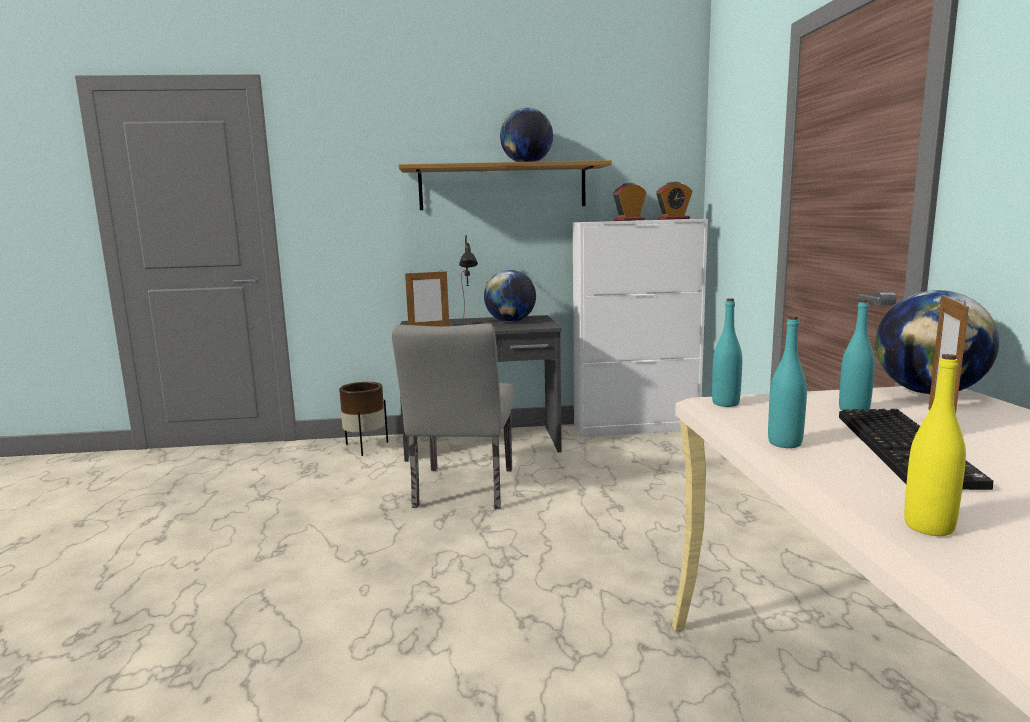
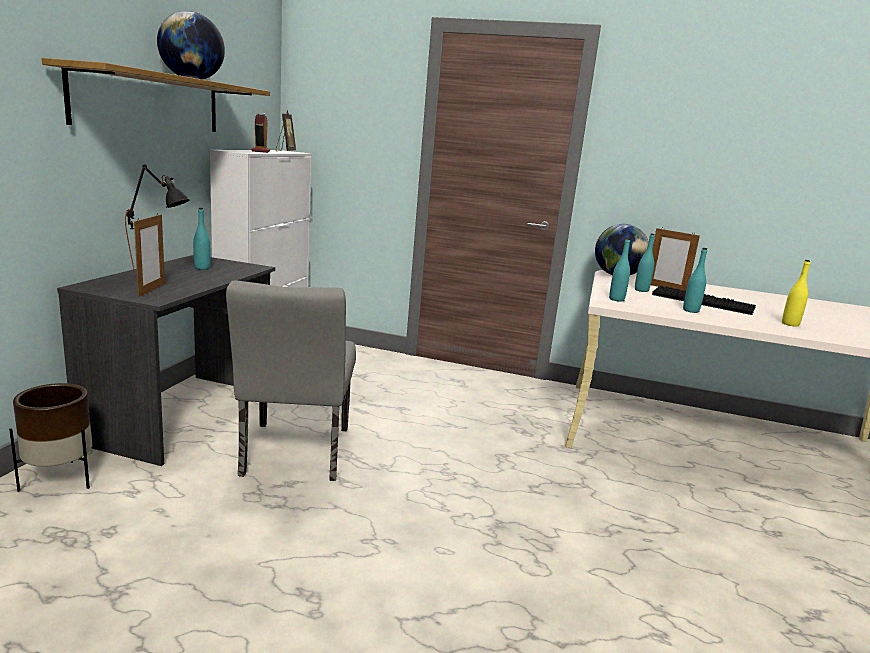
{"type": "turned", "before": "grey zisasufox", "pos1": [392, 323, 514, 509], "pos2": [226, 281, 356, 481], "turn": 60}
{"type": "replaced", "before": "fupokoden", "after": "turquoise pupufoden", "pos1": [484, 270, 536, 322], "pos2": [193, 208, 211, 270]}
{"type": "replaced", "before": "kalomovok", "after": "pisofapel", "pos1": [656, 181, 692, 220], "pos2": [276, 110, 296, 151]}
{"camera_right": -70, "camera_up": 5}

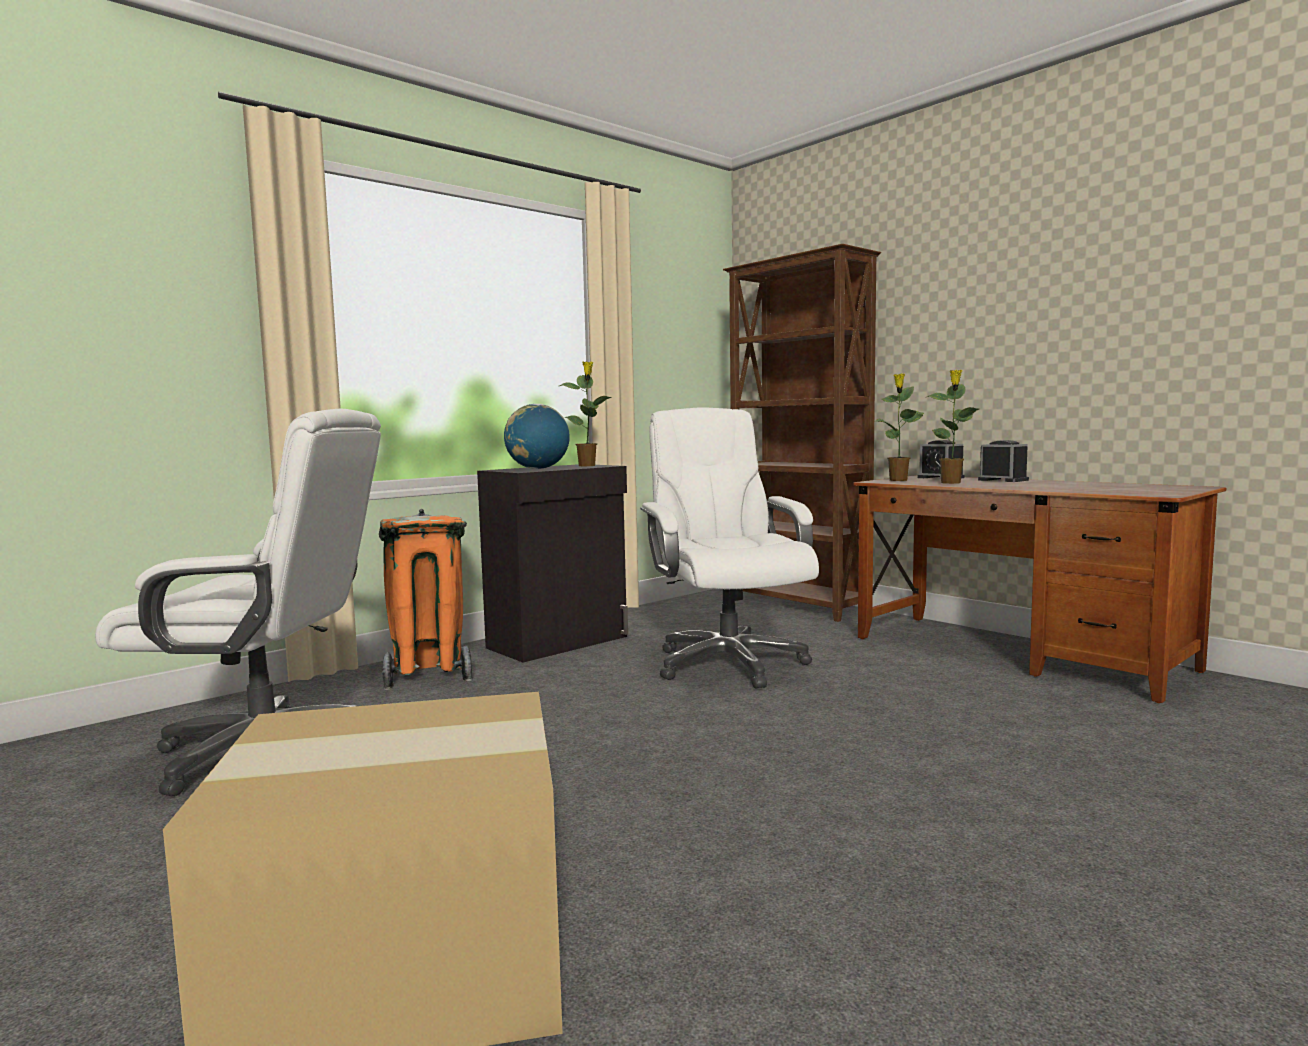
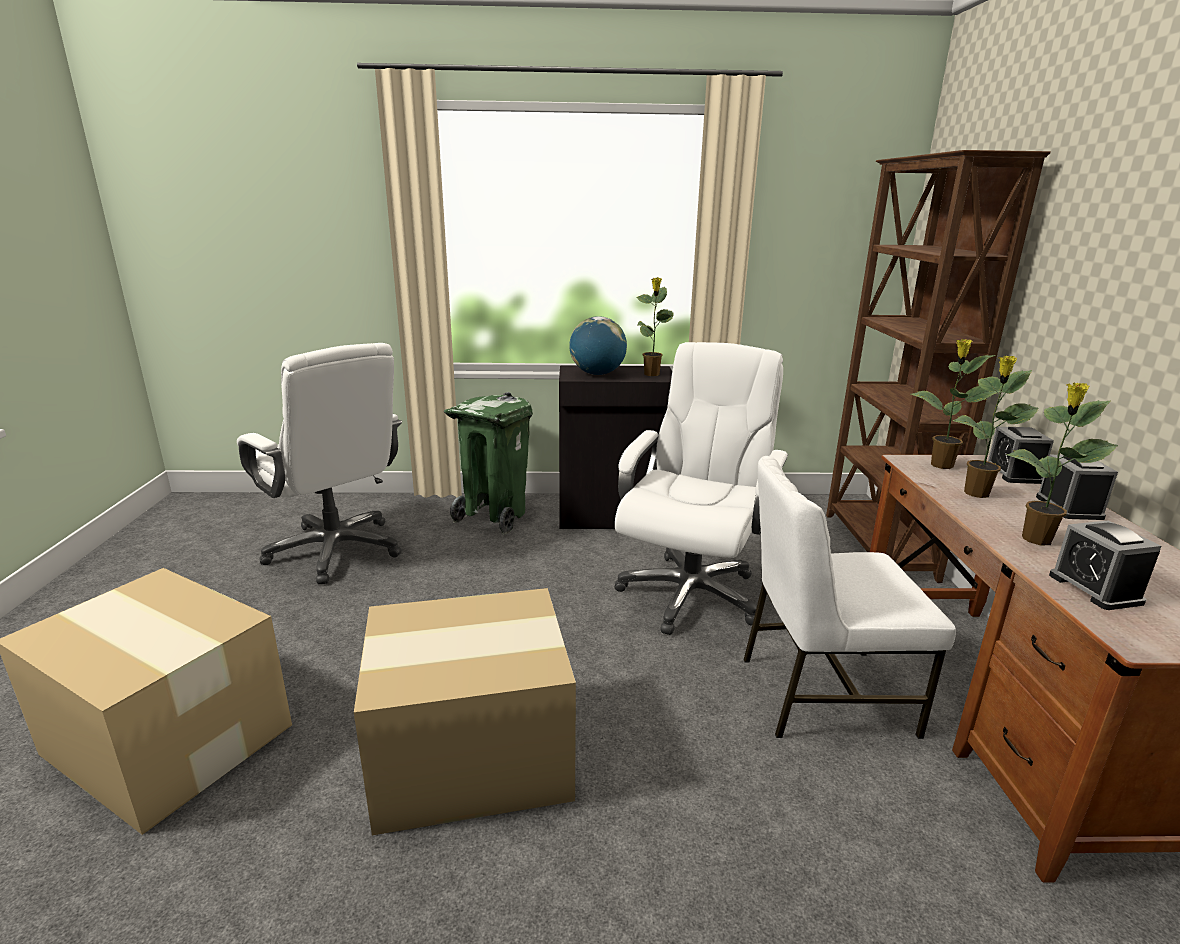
{"type": "recoloured", "before": "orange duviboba", "after": "green duviboba", "pos1": [379, 509, 473, 690], "pos2": [444, 392, 533, 534]}
{"type": "added", "after": "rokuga", "pos2": [354, 588, 576, 835]}
{"type": "added", "after": "white zisasufox", "pos2": [743, 456, 956, 739]}
{"type": "added", "after": "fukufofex", "pos2": [1006, 382, 1118, 545]}
{"type": "added", "after": "kalomovok", "pos2": [1049, 520, 1161, 610]}
{"camera_right": 40, "camera_up": 15}

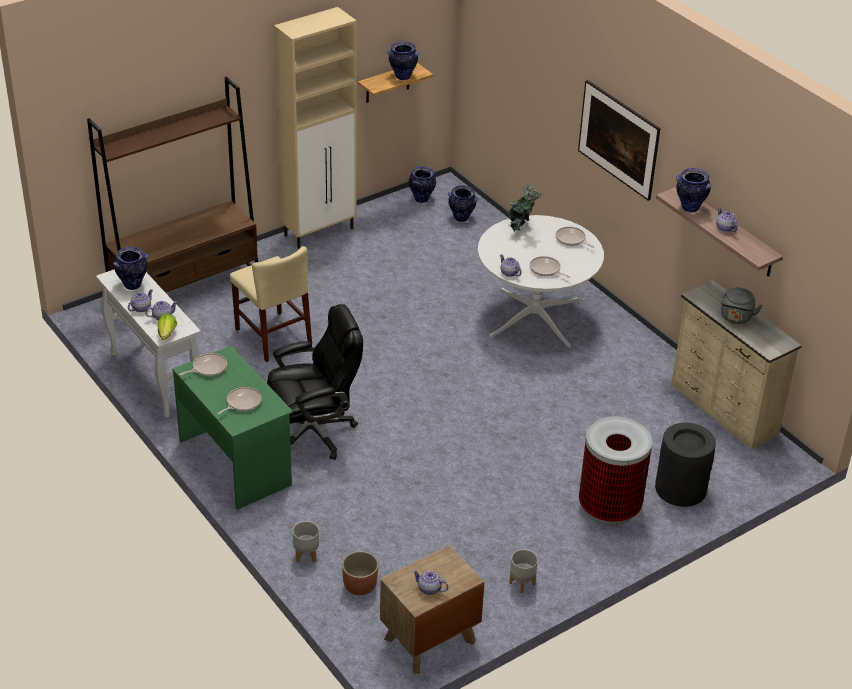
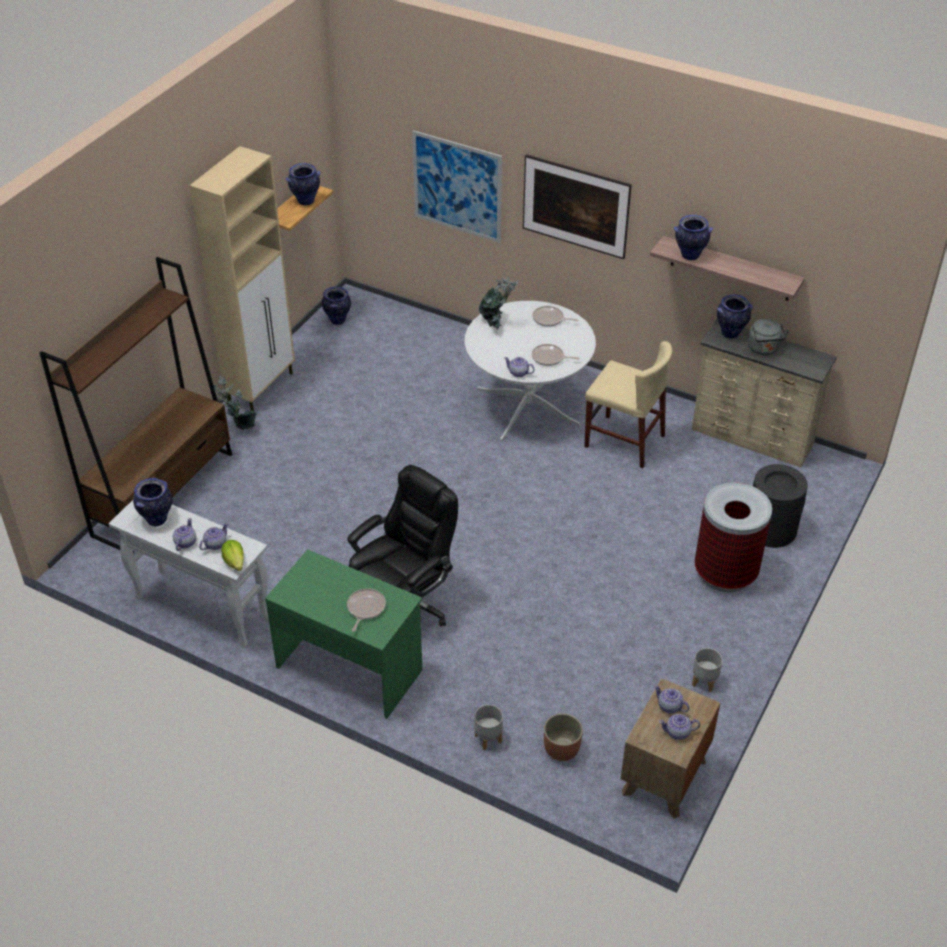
{"type": "removed", "before": "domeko", "pos1": [179, 353, 227, 376]}
{"type": "moved", "before": "beige zisasufox", "pos1": [230, 246, 312, 362], "pos2": [584, 341, 672, 468]}
{"type": "moved", "before": "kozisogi", "pos1": [448, 185, 478, 222], "pos2": [717, 294, 753, 339]}
{"type": "moved", "before": "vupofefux", "pos1": [716, 207, 738, 232], "pos2": [654, 685, 690, 714]}
{"type": "added", "after": "fukufofex", "pos2": [213, 376, 257, 430]}
{"type": "added", "after": "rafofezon", "pos2": [412, 130, 502, 243]}
{"camera_right": -25, "camera_up": 5}

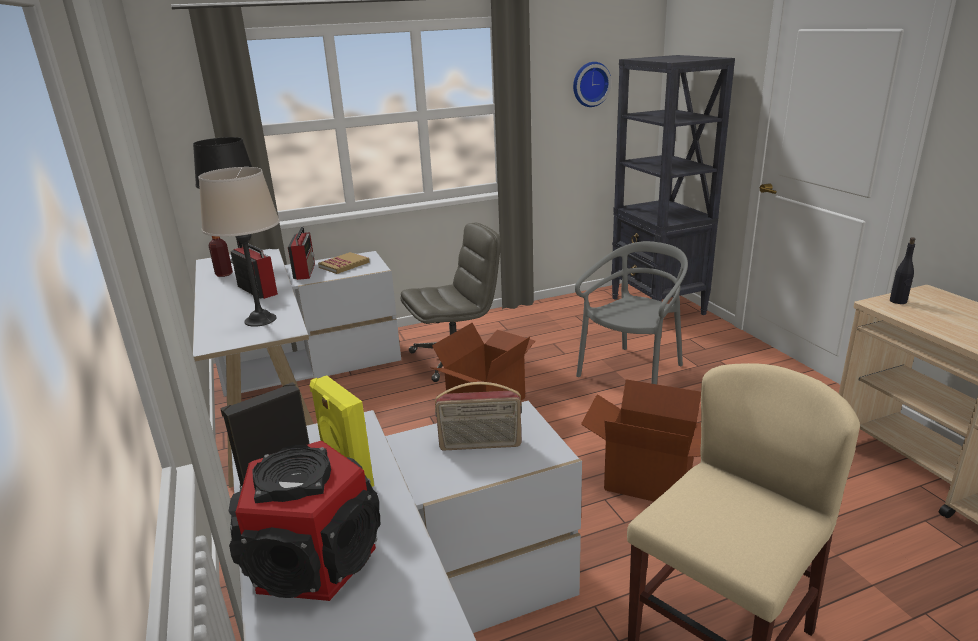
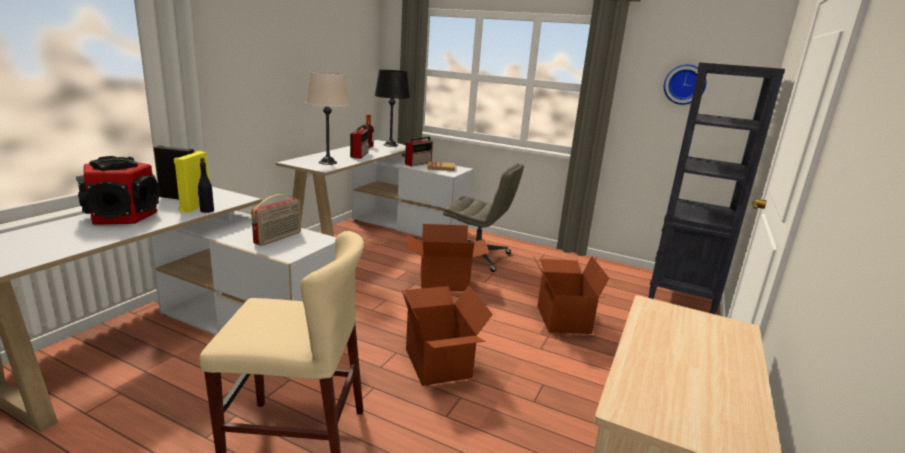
{"type": "turned", "before": "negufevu", "pos1": [435, 382, 522, 450], "pos2": [251, 194, 301, 246], "turn": -105}
{"type": "replaced", "before": "grey zisasufox", "after": "rokuga", "pos1": [575, 241, 688, 384], "pos2": [533, 256, 609, 334]}
{"type": "moved", "before": "black pupufoden", "pos1": [890, 237, 916, 304], "pos2": [198, 158, 214, 213]}
{"camera_right": 45, "camera_up": -5}

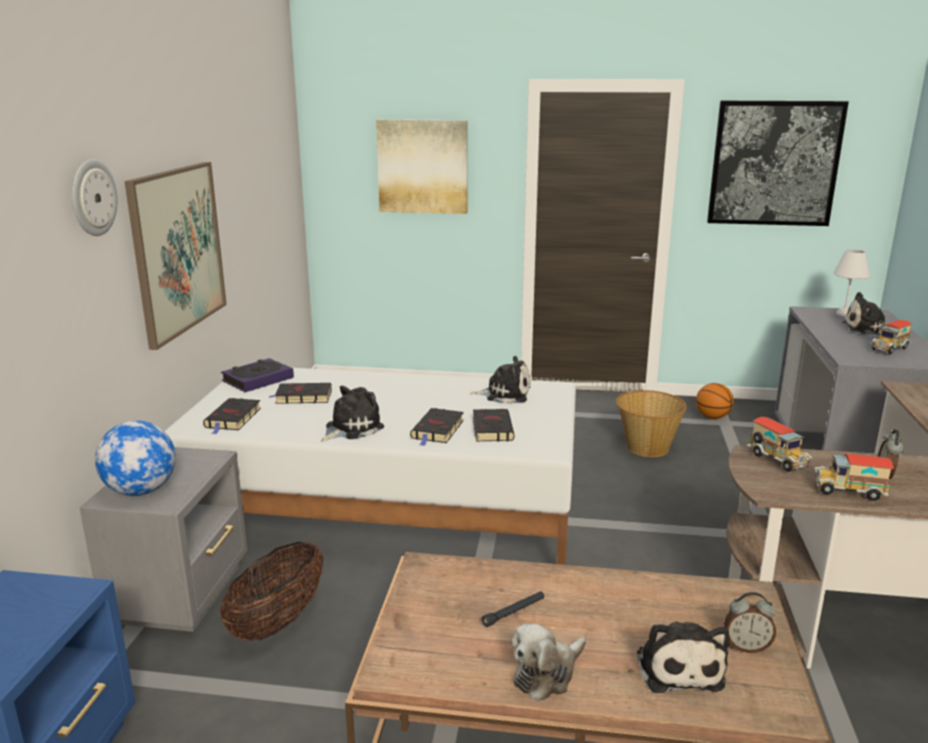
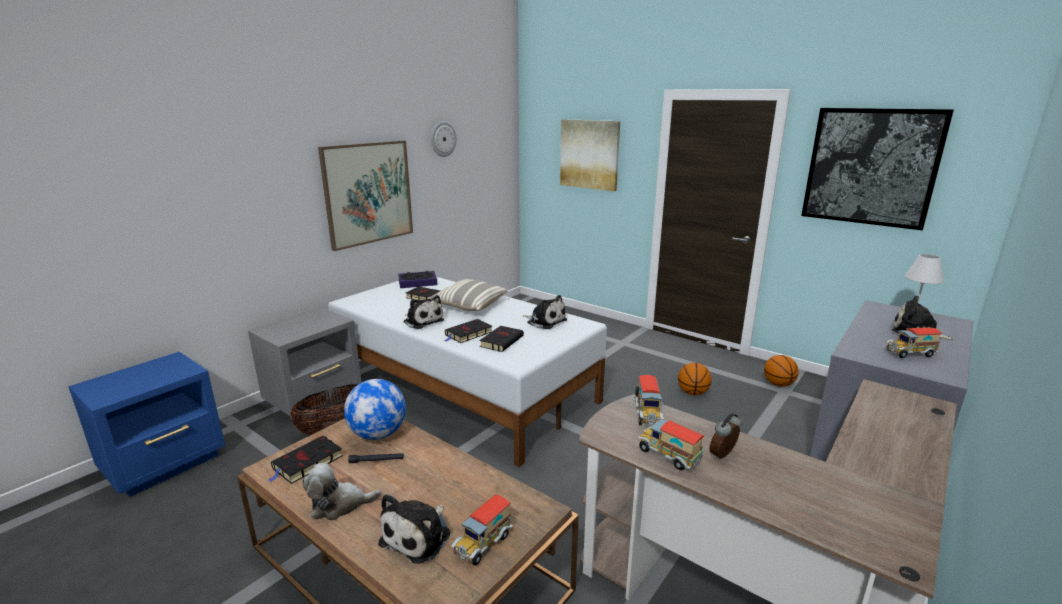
{"type": "moved", "before": "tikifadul", "pos1": [72, 159, 117, 236], "pos2": [431, 121, 457, 157]}
{"type": "moved", "before": "fupokoden", "pos1": [95, 421, 176, 496], "pos2": [344, 379, 406, 440]}
{"type": "moved", "before": "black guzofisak", "pos1": [203, 398, 261, 434], "pos2": [268, 436, 343, 484]}
{"type": "turned", "before": "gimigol", "pos1": [321, 386, 384, 442], "pos2": [403, 295, 444, 329], "turn": 60}
{"type": "replaced", "before": "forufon", "after": "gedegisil", "pos1": [616, 390, 687, 457], "pos2": [678, 363, 712, 395]}
{"type": "replaced", "before": "kalomovok", "after": "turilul", "pos1": [724, 592, 776, 653], "pos2": [451, 495, 513, 565]}
{"type": "added", "after": "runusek", "pos2": [428, 279, 508, 311]}
{"camera_right": 30, "camera_up": 0}

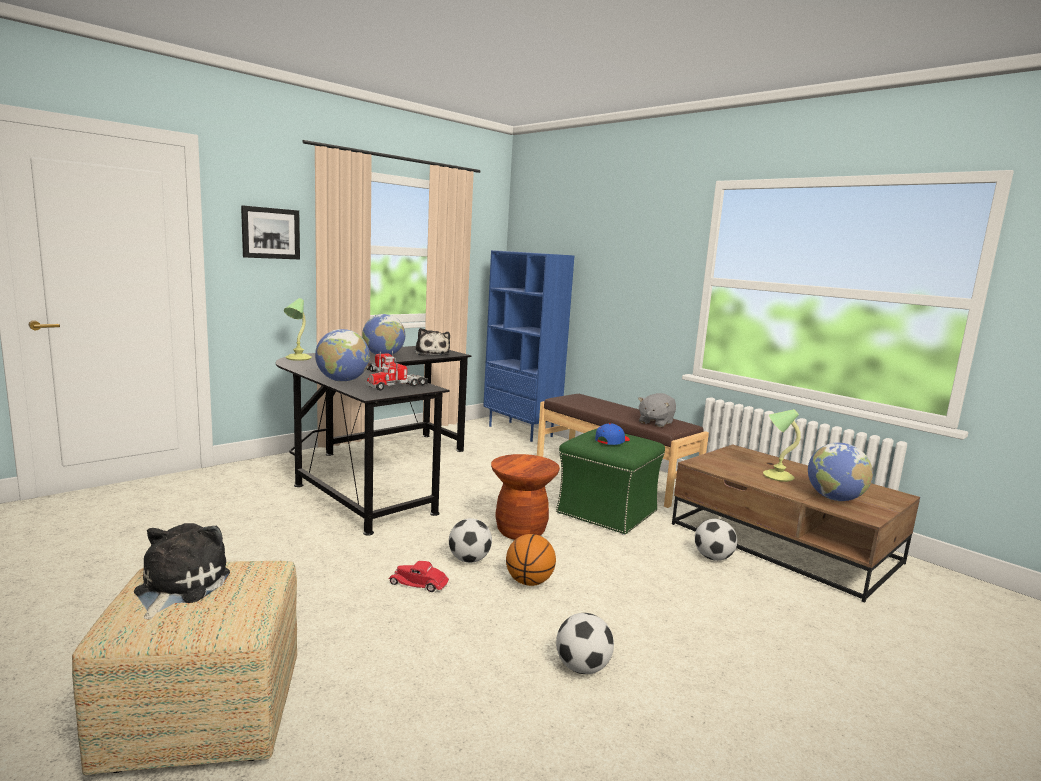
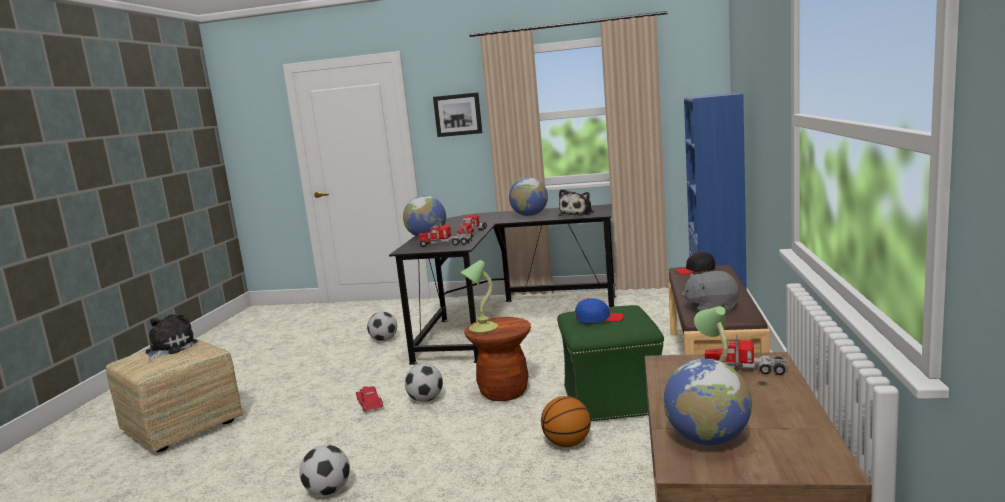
{"type": "turned", "before": "gimigol", "pos1": [134, 523, 230, 620], "pos2": [145, 313, 197, 361], "turn": -45}
{"type": "moved", "before": "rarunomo", "pos1": [284, 298, 312, 361], "pos2": [460, 260, 498, 333]}
{"type": "moved", "before": "gedegisil", "pos1": [506, 534, 556, 586], "pos2": [541, 396, 591, 447]}
{"type": "moved", "before": "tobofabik", "pos1": [695, 519, 737, 561], "pos2": [367, 312, 397, 341]}
{"type": "added", "after": "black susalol", "pos2": [675, 252, 715, 275]}
{"type": "added", "after": "turilul", "pos2": [705, 335, 788, 375]}
{"camera_right": 55, "camera_up": 0}

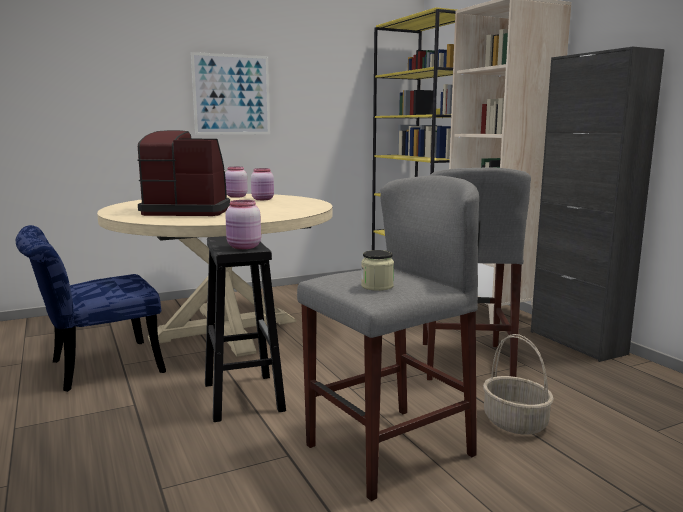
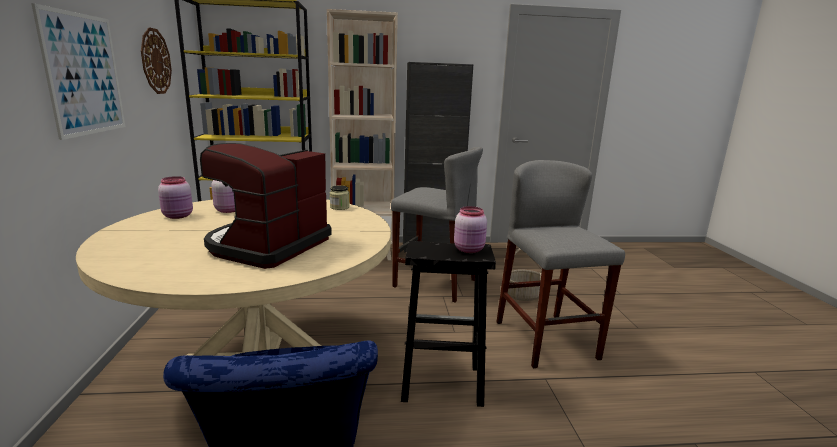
{"type": "moved", "before": "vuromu", "pos1": [361, 250, 394, 291], "pos2": [330, 185, 350, 210]}
{"type": "added", "after": "tikifadul", "pos2": [141, 27, 172, 94]}
{"camera_right": -70, "camera_up": 5}

